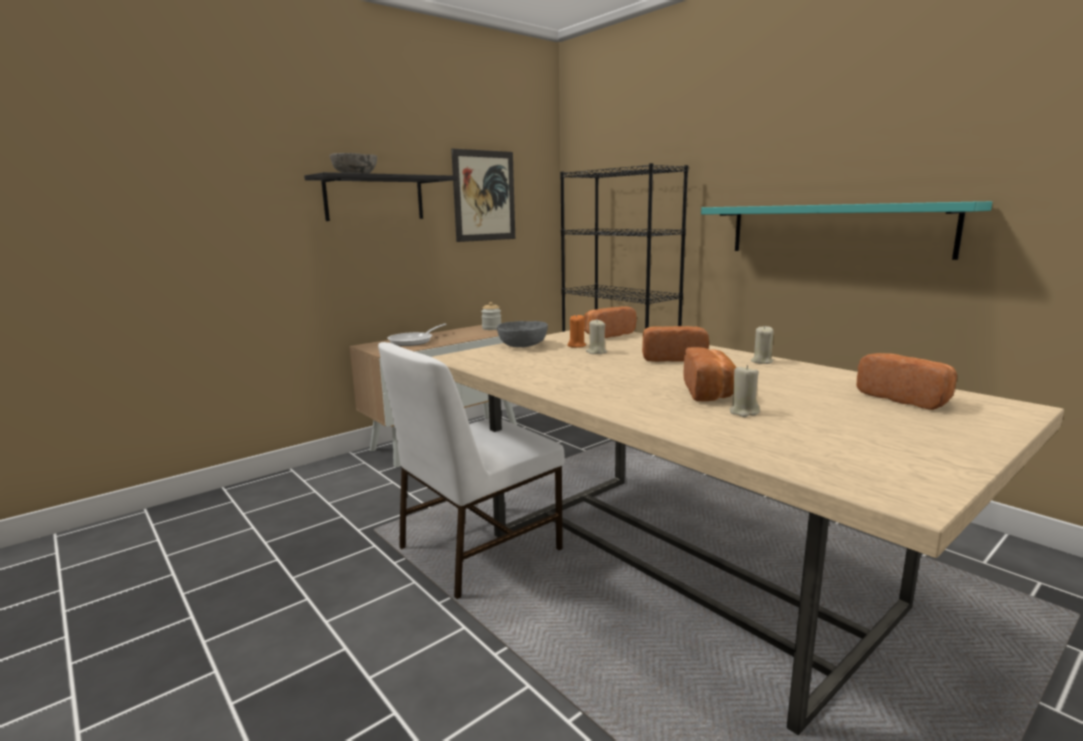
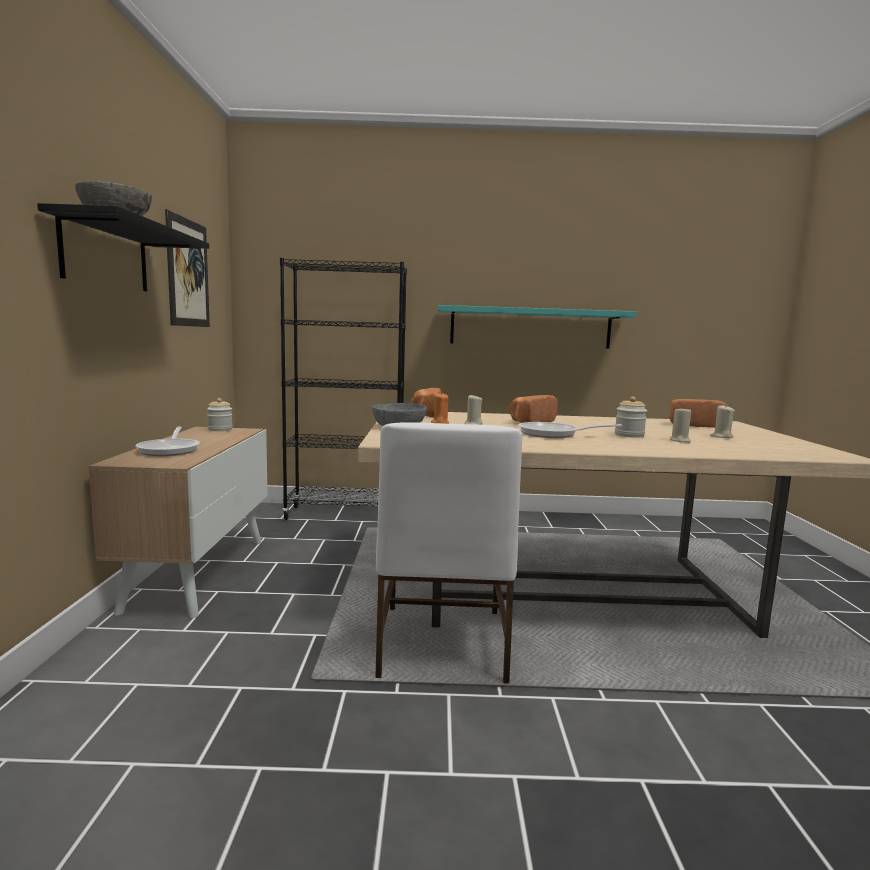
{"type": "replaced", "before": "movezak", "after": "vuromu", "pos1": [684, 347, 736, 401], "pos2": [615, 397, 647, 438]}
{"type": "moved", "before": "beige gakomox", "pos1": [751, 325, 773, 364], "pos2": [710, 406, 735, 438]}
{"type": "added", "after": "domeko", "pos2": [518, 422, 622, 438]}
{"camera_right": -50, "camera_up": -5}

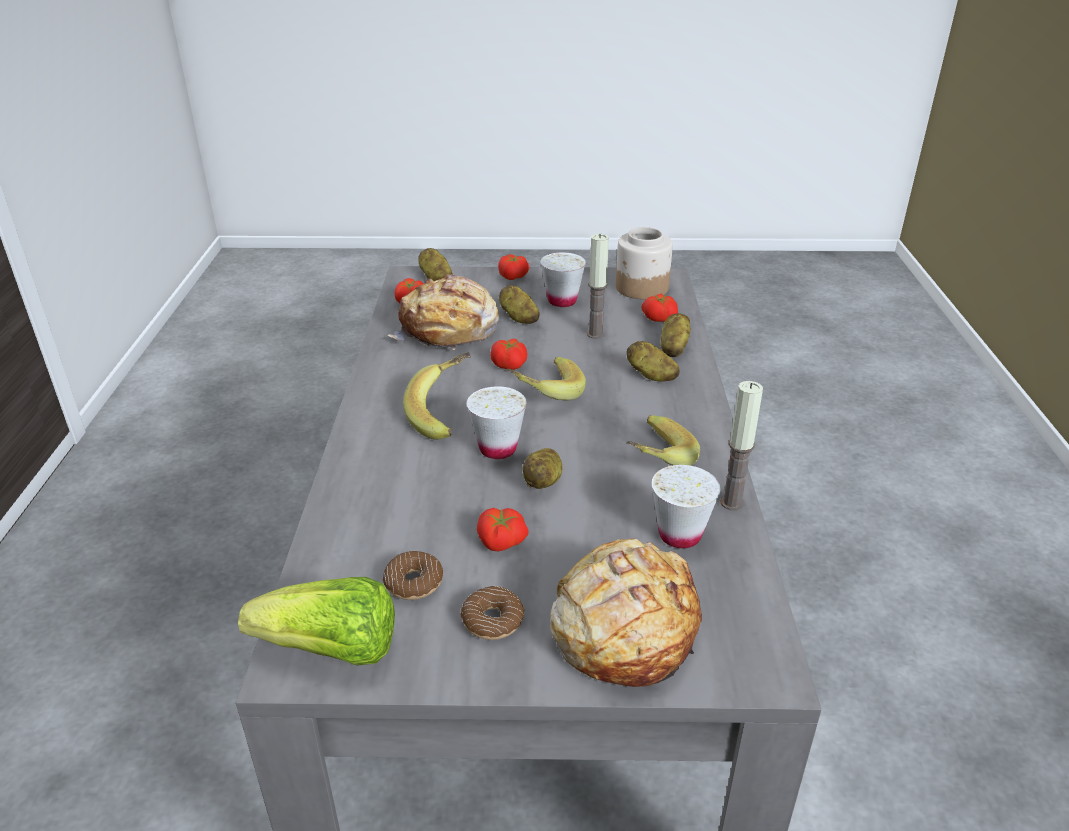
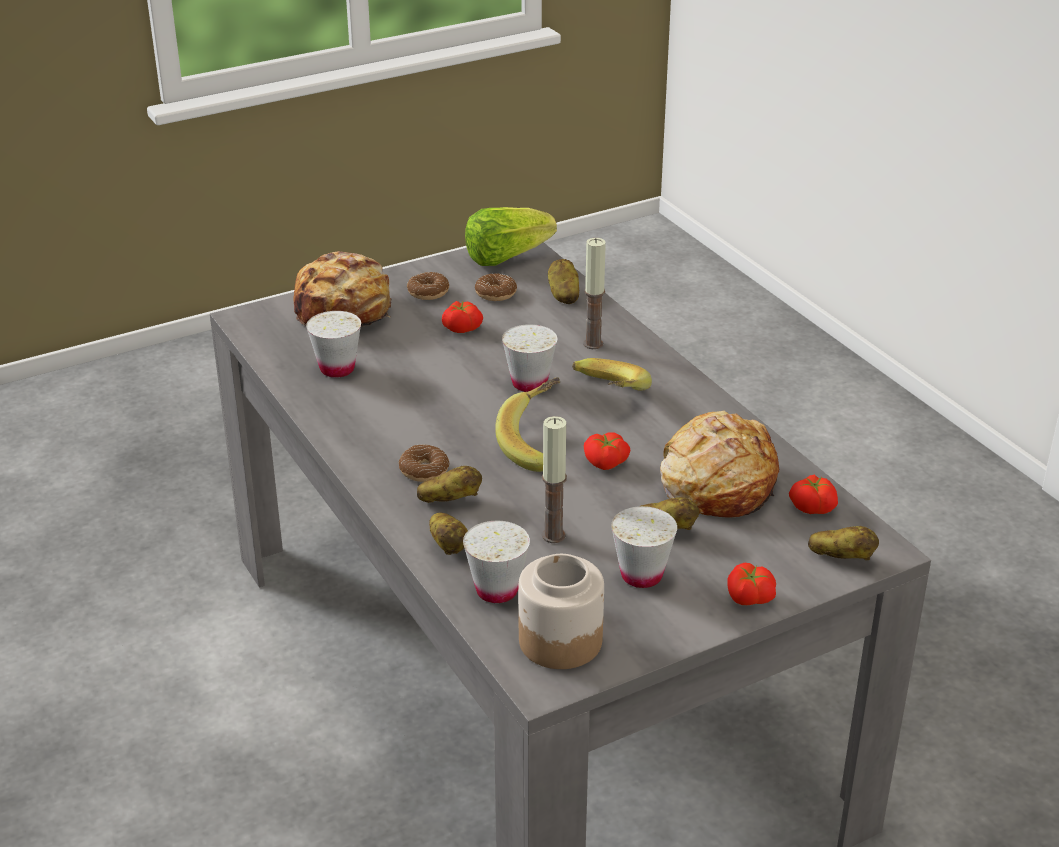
{"type": "moved", "before": "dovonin", "pos1": [523, 448, 562, 489], "pos2": [548, 259, 579, 304]}
{"type": "removed", "before": "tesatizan", "pos1": [626, 415, 700, 466]}
{"type": "replaced", "before": "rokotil", "after": "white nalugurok", "pos1": [642, 294, 678, 322], "pos2": [463, 521, 530, 603]}
{"type": "moved", "before": "gakomox", "pos1": [720, 381, 763, 511], "pos2": [583, 238, 606, 349]}
{"type": "added", "after": "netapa", "pos2": [399, 444, 449, 482]}
{"camera_right": 150, "camera_up": 0}

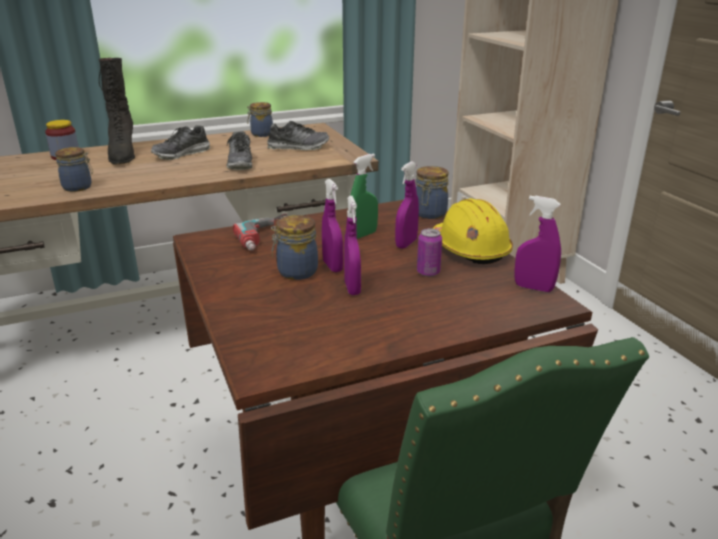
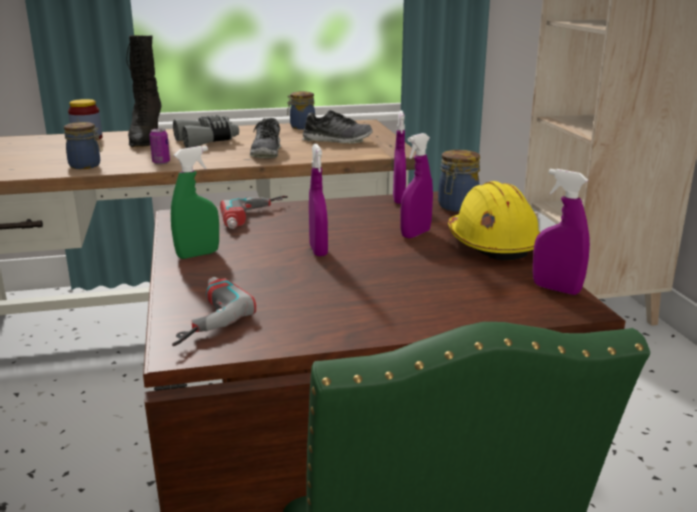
{"type": "replaced", "before": "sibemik", "after": "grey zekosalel", "pos1": [151, 125, 210, 160], "pos2": [173, 115, 239, 148]}
{"type": "removed", "before": "vuromu", "pos1": [271, 215, 318, 280]}
{"type": "moved", "before": "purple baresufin", "pos1": [344, 196, 361, 295], "pos2": [393, 111, 406, 204]}
{"type": "moved", "before": "green baresufin", "pos1": [350, 153, 378, 239], "pos2": [171, 146, 219, 259]}
{"type": "moved", "before": "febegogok", "pos1": [417, 228, 442, 277], "pos2": [149, 128, 170, 165]}
{"type": "added", "after": "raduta", "pos2": [172, 277, 256, 346]}
{"camera_right": 10, "camera_up": -5}

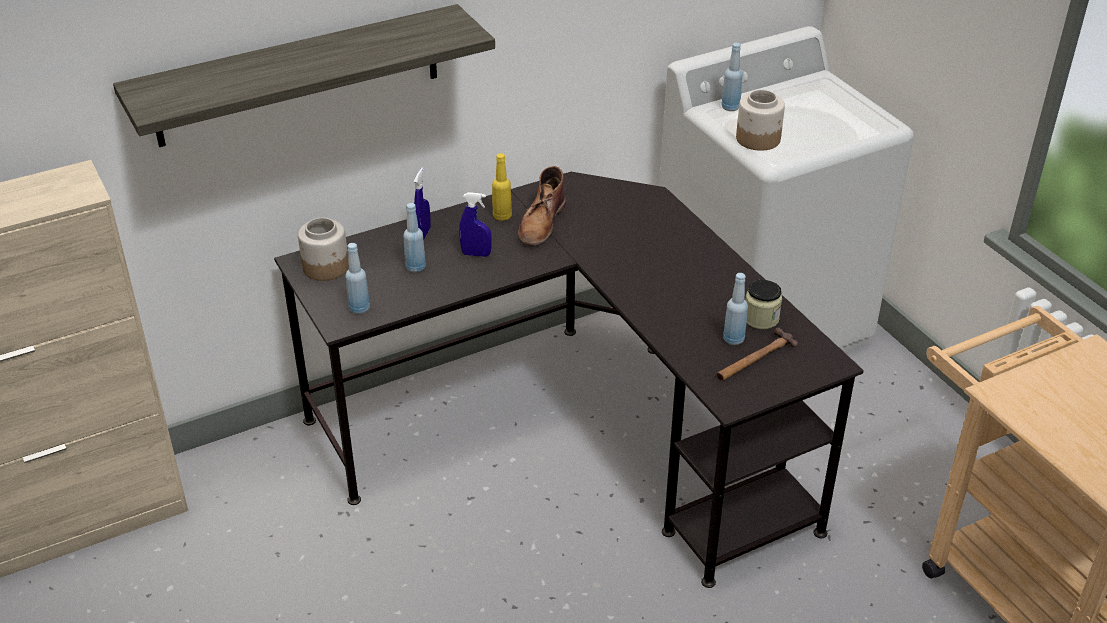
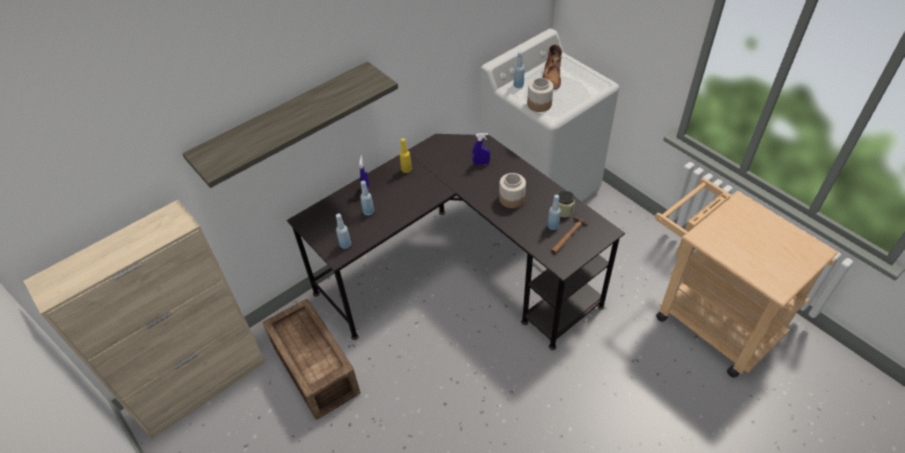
{"type": "moved", "before": "vuromu", "pos1": [298, 217, 349, 281], "pos2": [499, 173, 526, 208]}
{"type": "moved", "before": "blue baresufin", "pos1": [459, 192, 492, 257], "pos2": [472, 133, 490, 165]}
{"type": "moved", "before": "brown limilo", "pos1": [518, 166, 566, 246], "pos2": [542, 44, 562, 90]}
{"type": "added", "after": "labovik", "pos2": [263, 299, 361, 420]}
{"camera_right": -10, "camera_up": 10}

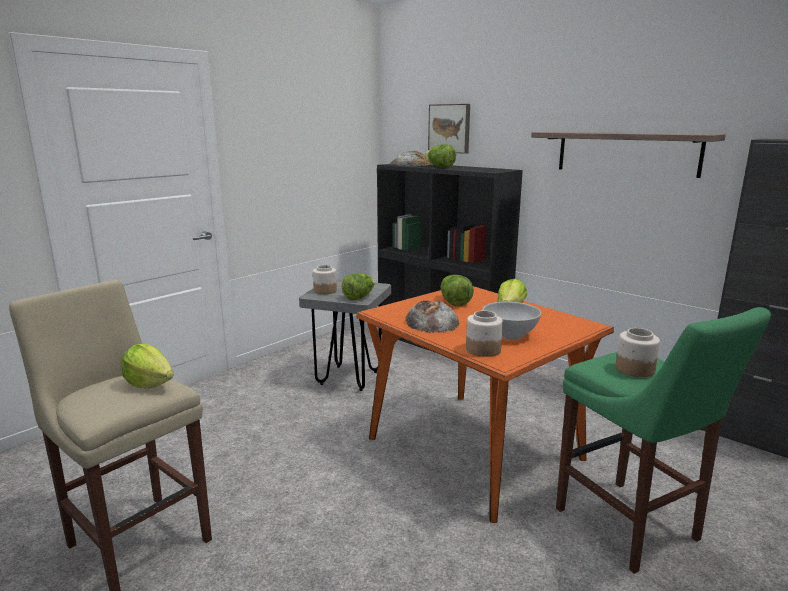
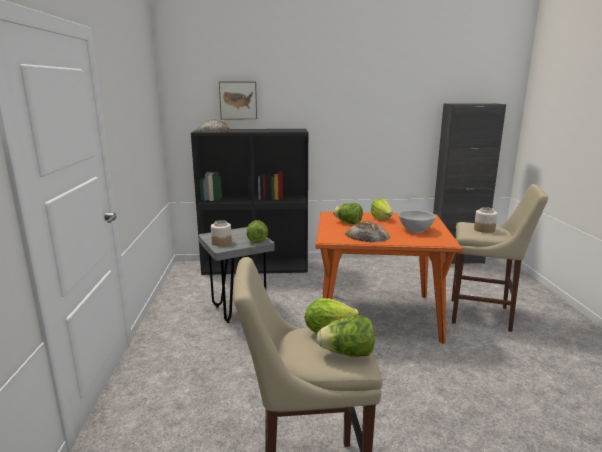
{"type": "moved", "before": "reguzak", "pos1": [425, 144, 456, 168], "pos2": [317, 315, 375, 357]}
{"type": "removed", "before": "vuromu", "pos1": [466, 311, 503, 357]}
{"type": "removed", "before": "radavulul", "pos1": [531, 132, 726, 178]}
{"type": "recoloured", "before": "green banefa", "after": "beige banefa", "pos1": [556, 307, 771, 574], "pos2": [451, 184, 548, 332]}
{"camera_right": -45, "camera_up": 0}

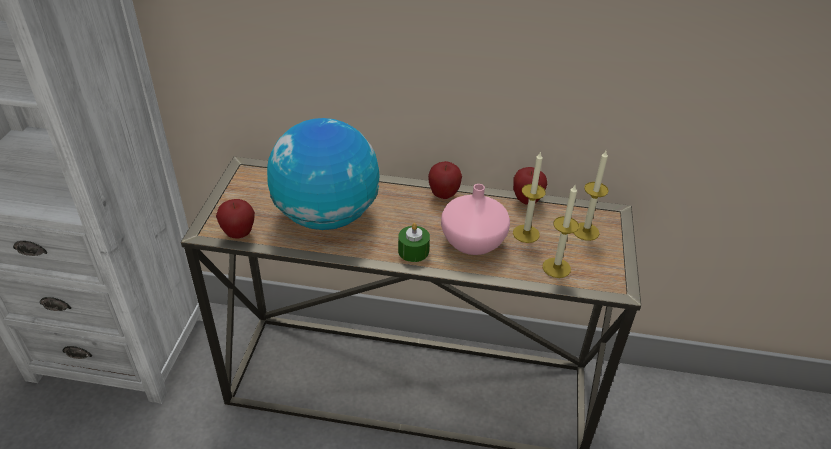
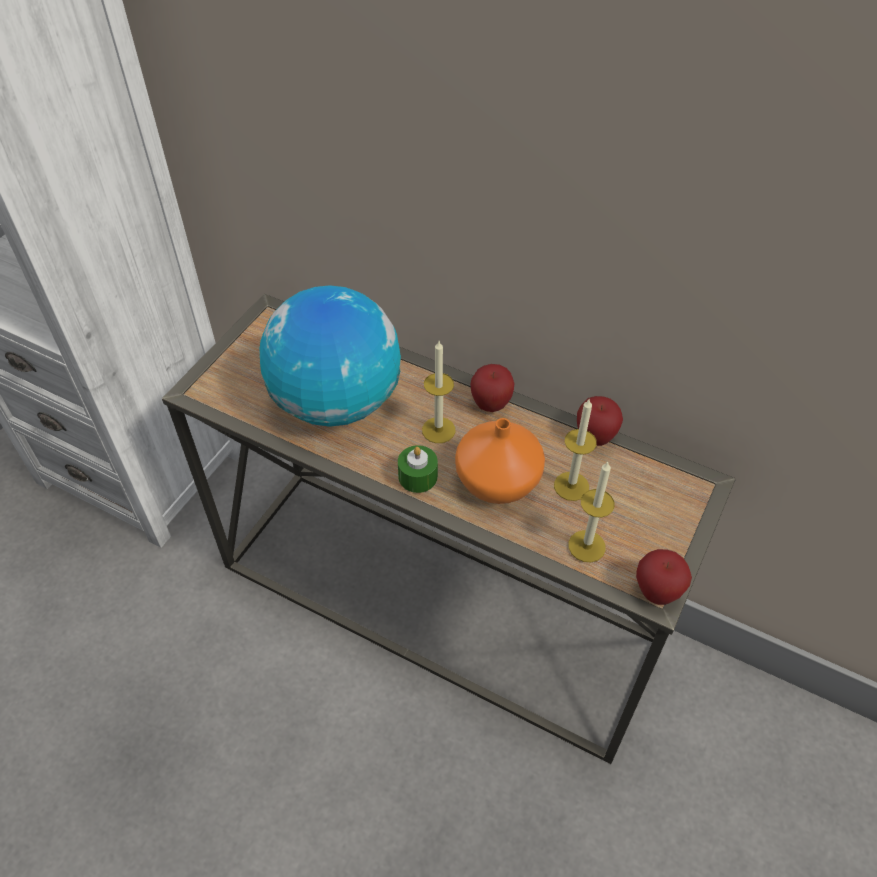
{"type": "moved", "before": "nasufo", "pos1": [216, 199, 255, 239], "pos2": [636, 549, 692, 605]}
{"type": "recoloured", "before": "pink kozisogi", "after": "orange kozisogi", "pos1": [441, 184, 510, 255], "pos2": [455, 418, 545, 504]}
{"type": "moved", "before": "gakomox", "pos1": [574, 151, 609, 241], "pos2": [422, 341, 455, 443]}
{"camera_right": 20, "camera_up": 10}

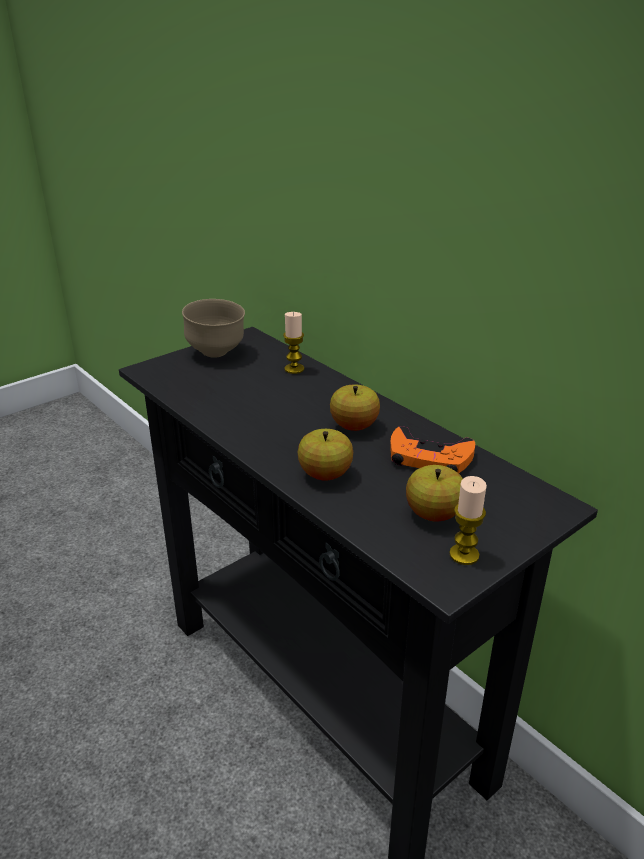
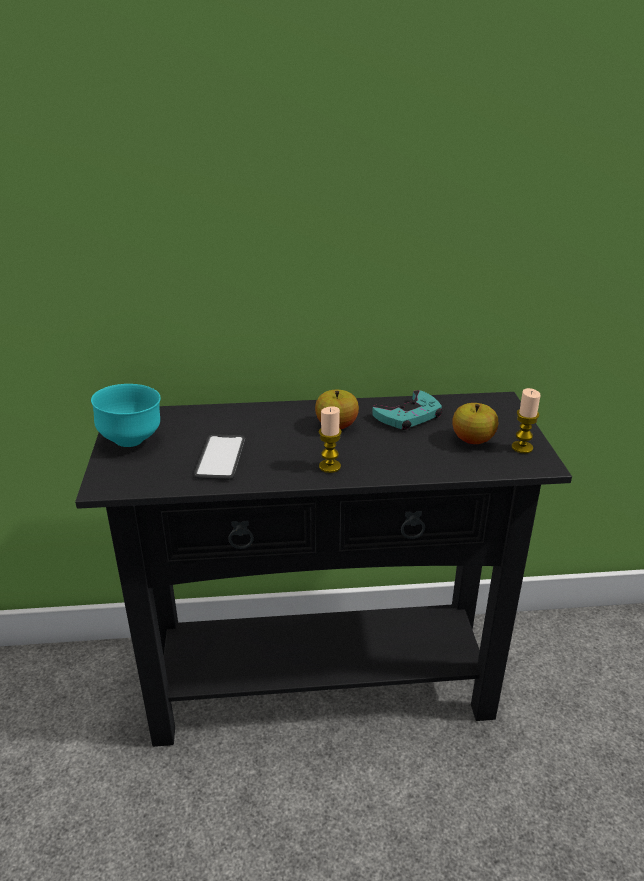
{"type": "recoloured", "before": "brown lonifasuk", "after": "turquoise lonifasuk", "pos1": [182, 299, 245, 358], "pos2": [91, 384, 161, 447]}
{"type": "moved", "before": "gakomox", "pos1": [283, 312, 304, 374], "pos2": [319, 407, 342, 473]}
{"type": "removed", "before": "nasufo", "pos1": [298, 429, 353, 481]}
{"type": "recoloured", "before": "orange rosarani", "after": "turquoise rosarani", "pos1": [390, 426, 475, 473], "pos2": [372, 390, 443, 430]}
{"type": "added", "after": "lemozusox", "pos2": [194, 434, 246, 480]}
{"camera_right": -55, "camera_up": 0}

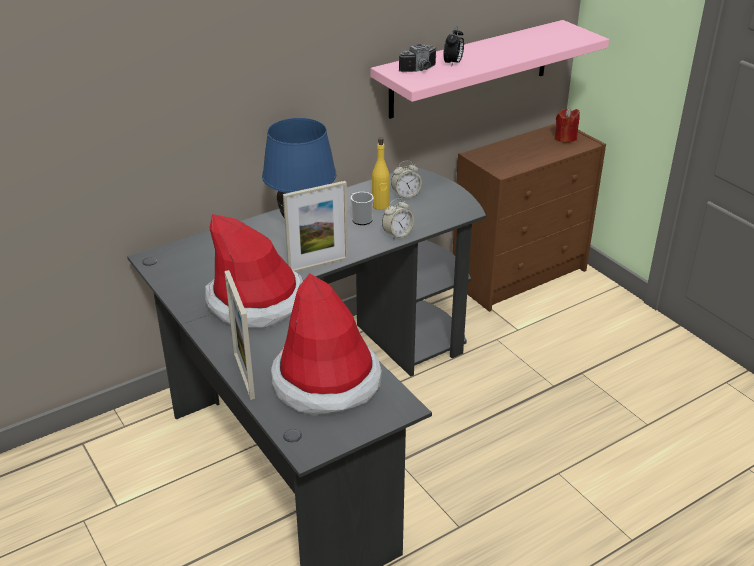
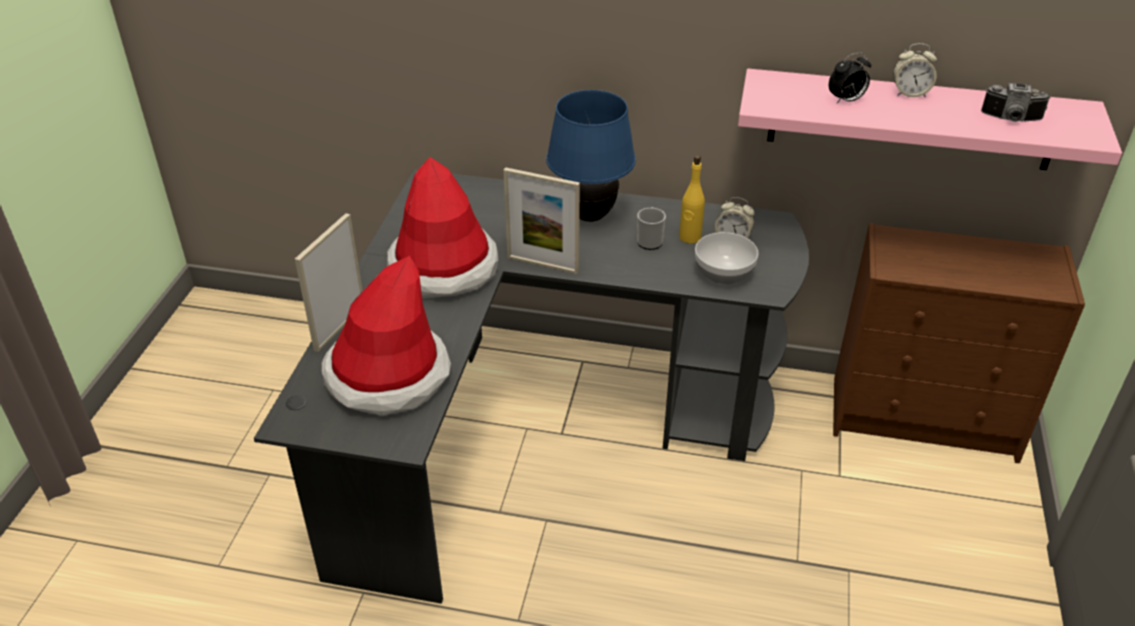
{"type": "moved", "before": "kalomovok", "pos1": [382, 198, 414, 240], "pos2": [893, 43, 937, 98]}
{"type": "moved", "before": "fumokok", "pos1": [399, 44, 436, 72], "pos2": [981, 83, 1051, 122]}
{"type": "removed", "before": "red gakomox", "pos1": [555, 108, 580, 143]}
{"type": "added", "after": "lonifasuk", "pos2": [695, 232, 758, 284]}
{"camera_right": 45, "camera_up": 5}

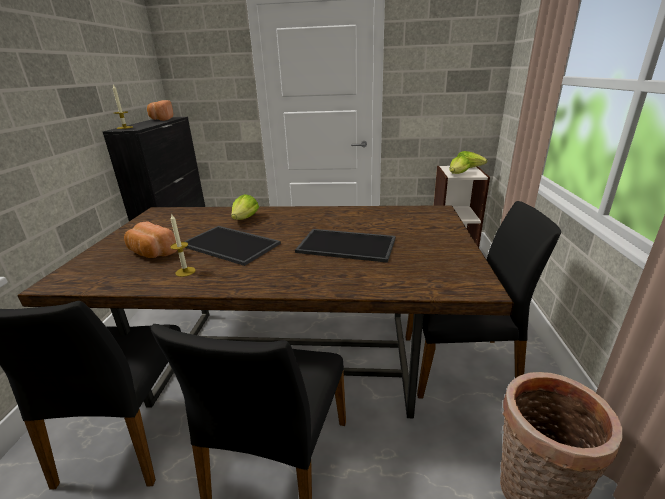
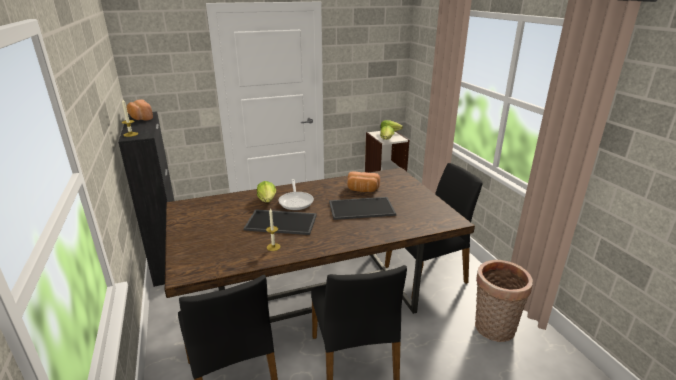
{"type": "moved", "before": "movezak", "pos1": [124, 222, 177, 258], "pos2": [347, 171, 380, 192]}
{"type": "added", "after": "domeko", "pos2": [279, 179, 314, 210]}
{"camera_right": -25, "camera_up": 0}

